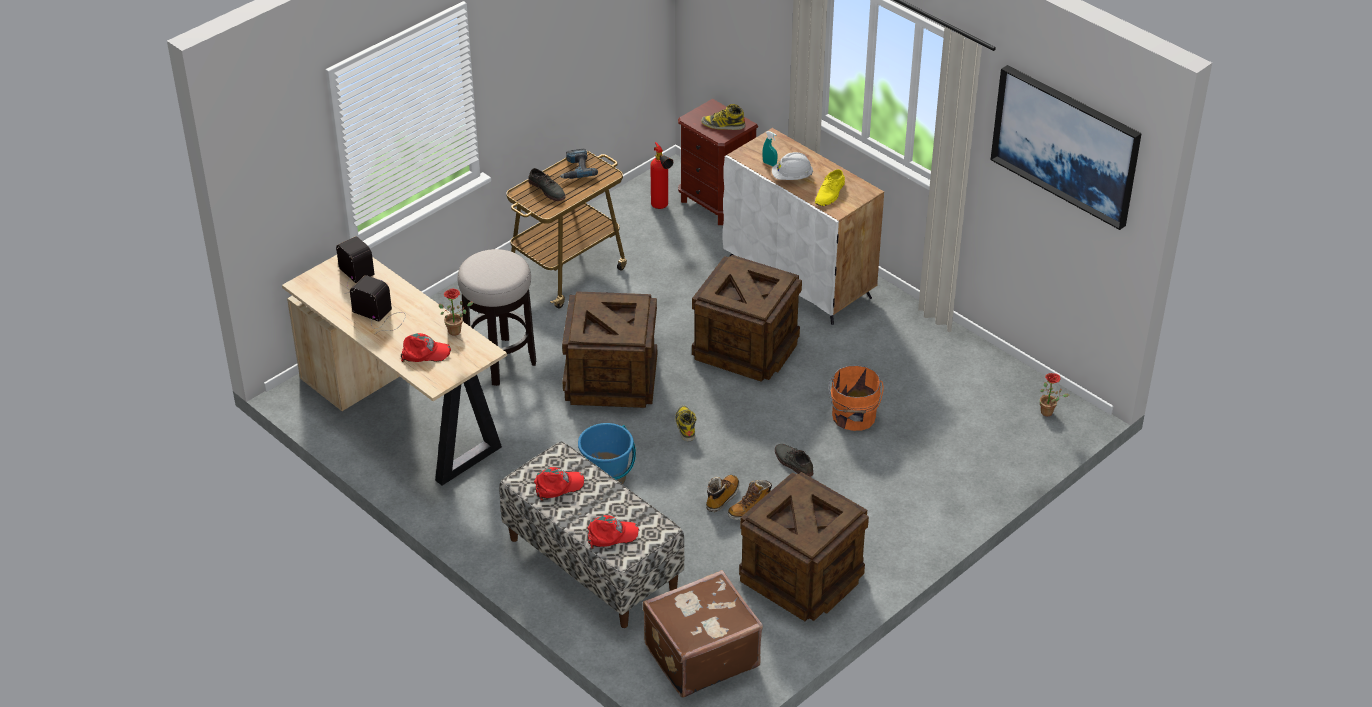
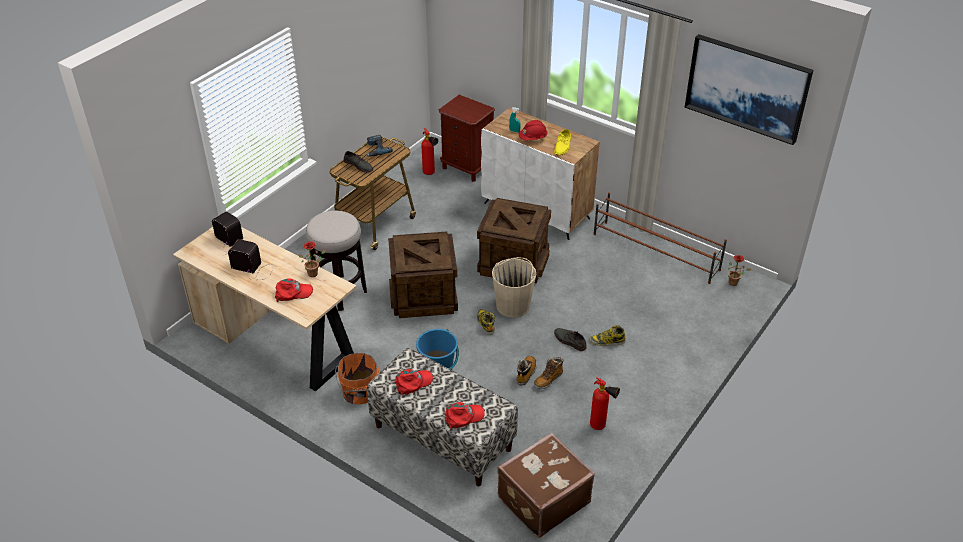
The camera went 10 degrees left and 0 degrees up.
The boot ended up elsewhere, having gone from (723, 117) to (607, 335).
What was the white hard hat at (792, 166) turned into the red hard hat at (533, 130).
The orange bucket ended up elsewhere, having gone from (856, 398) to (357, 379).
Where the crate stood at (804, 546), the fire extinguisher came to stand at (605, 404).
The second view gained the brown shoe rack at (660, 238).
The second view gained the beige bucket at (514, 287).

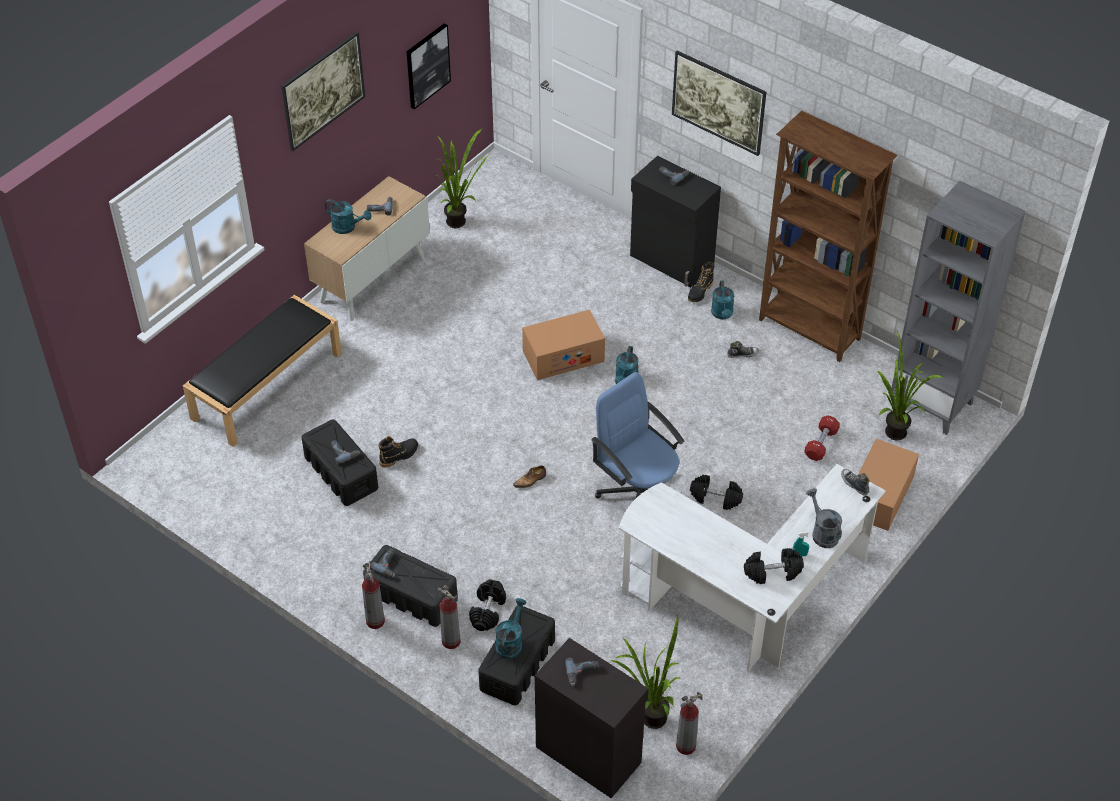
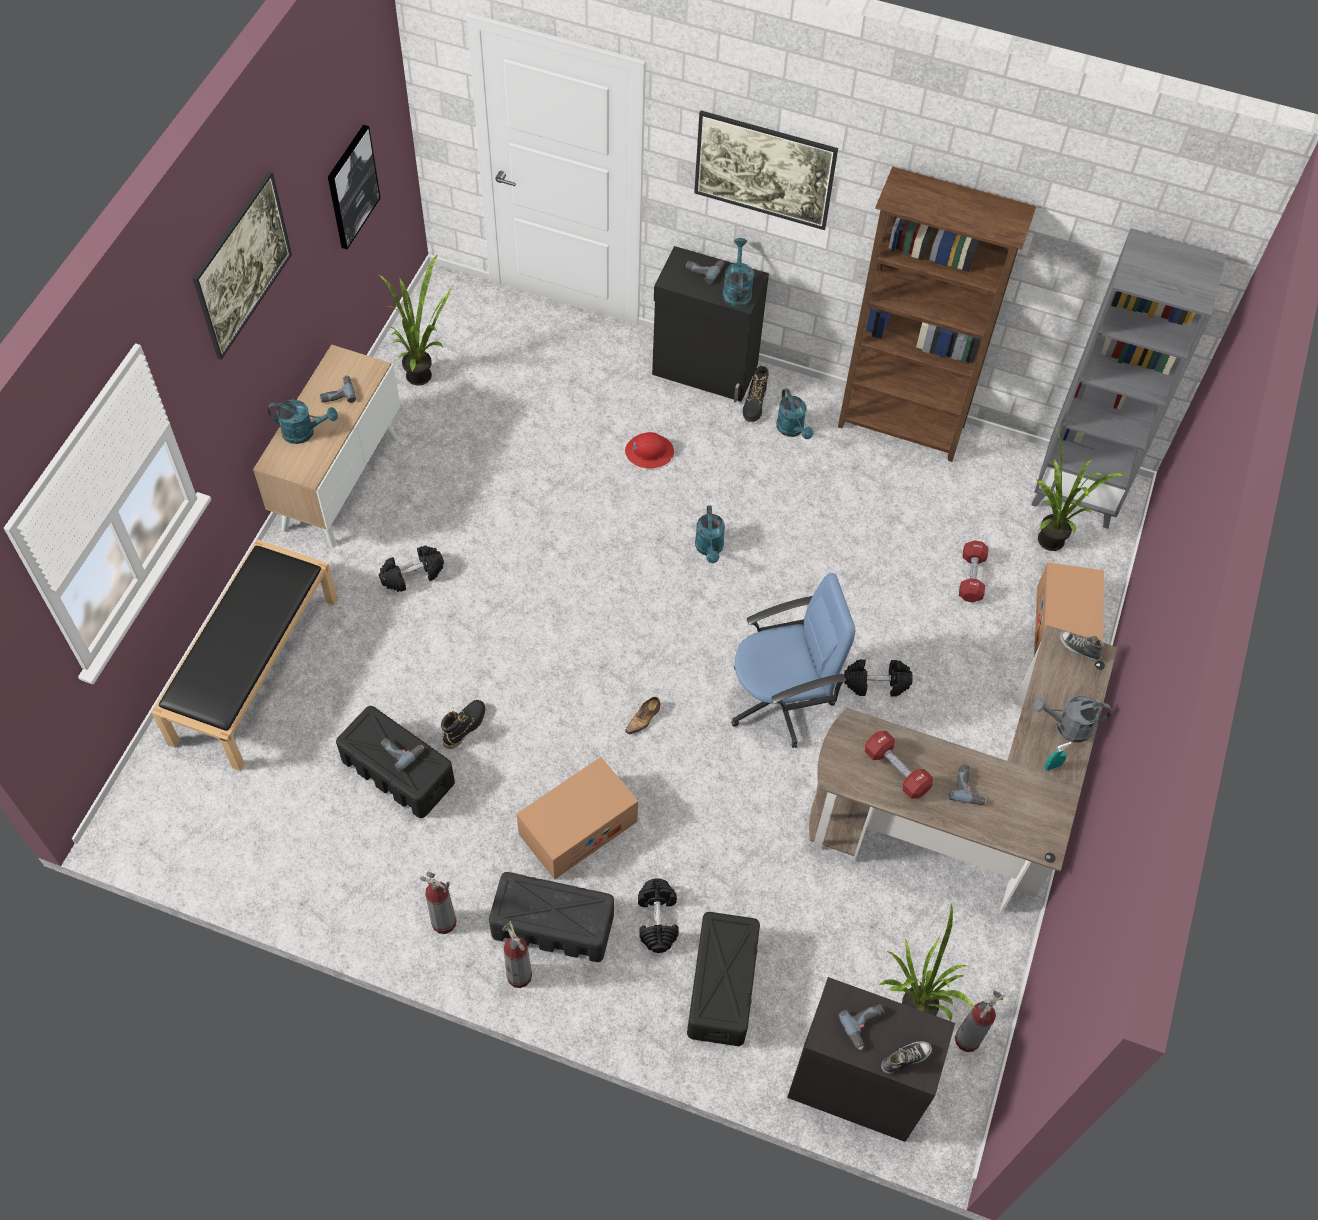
The camera went 20 degrees left and 10 degrees up.
The cardboard box ended up elsewhere, having gone from (563, 345) to (577, 818).
The shoe ended up elsewhere, having gone from (743, 349) to (906, 1057).
The blue office chair at (637, 435) ended up facing another way, 135 degrees clockwise from before.
What was the white desk at (752, 568) turned into the brown desk at (963, 769).
The grey watering can at (824, 518) ended up facing another way, 45 degrees counterclockwise from before.
The black dumbbell ended up elsewhere, having gone from (774, 566) to (411, 569).
The power drill ended up elsewhere, having gone from (383, 563) to (967, 784).
The fire extinguisher ended up elsewhere, having gone from (449, 617) to (438, 903).
The turquoise watering can ended up elsewhere, having gone from (511, 628) to (738, 273).
The second view gained the red hard hat at (649, 450).
The second view gained the red dumbbell at (899, 765).

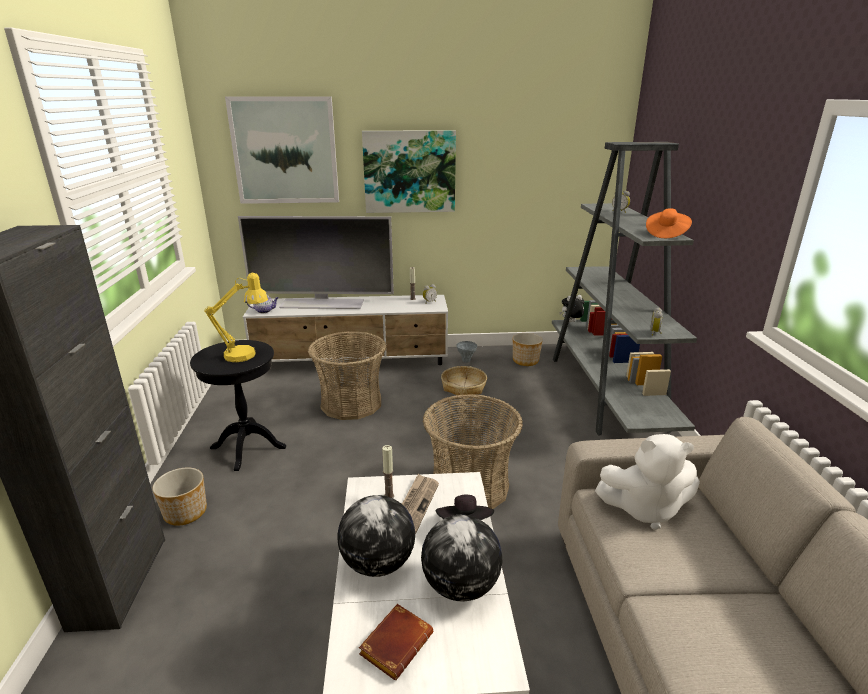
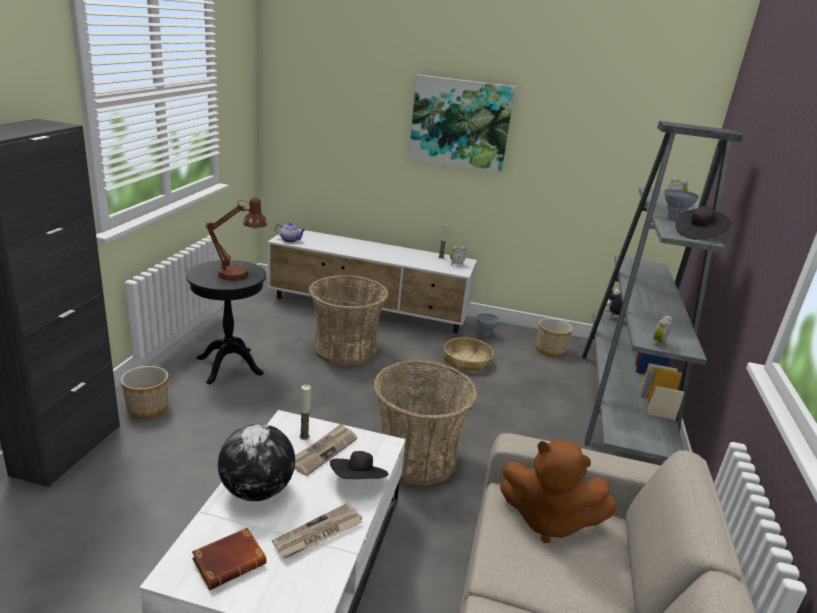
The camera went 15 degrees right and 0 degrees up.
The second view lost the picture at (282, 150).
What was the orange hat at (669, 223) turned into the black hat at (702, 223).
The second view lost the television at (316, 262).
What was the yellow table lamp at (236, 317) turned into the brown table lamp at (236, 239).
What was the white plush toy at (647, 482) turned into the brown plush toy at (558, 491).
Where the globe stood at (461, 558), the newspaper came to stand at (317, 530).
The second view gained the grey vase at (681, 205).

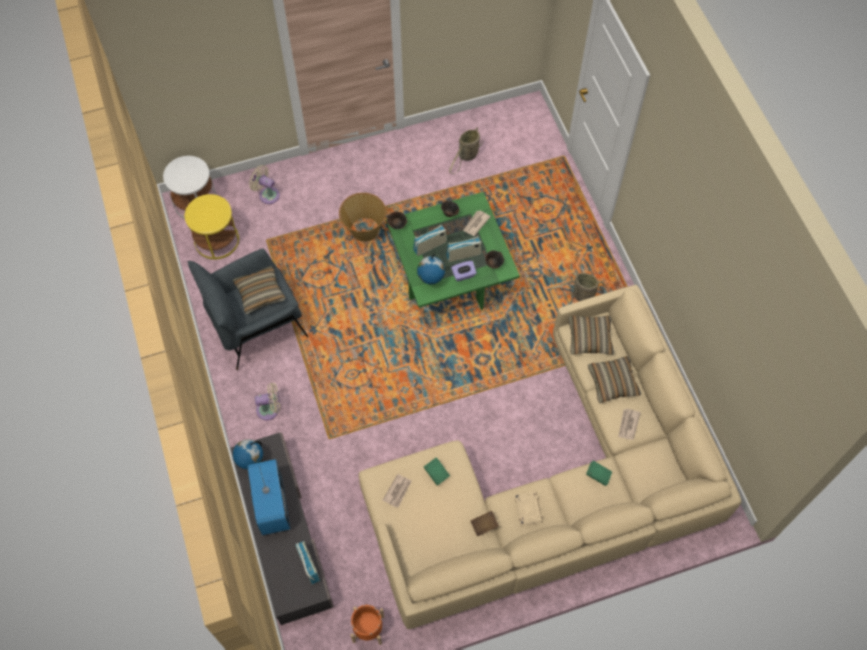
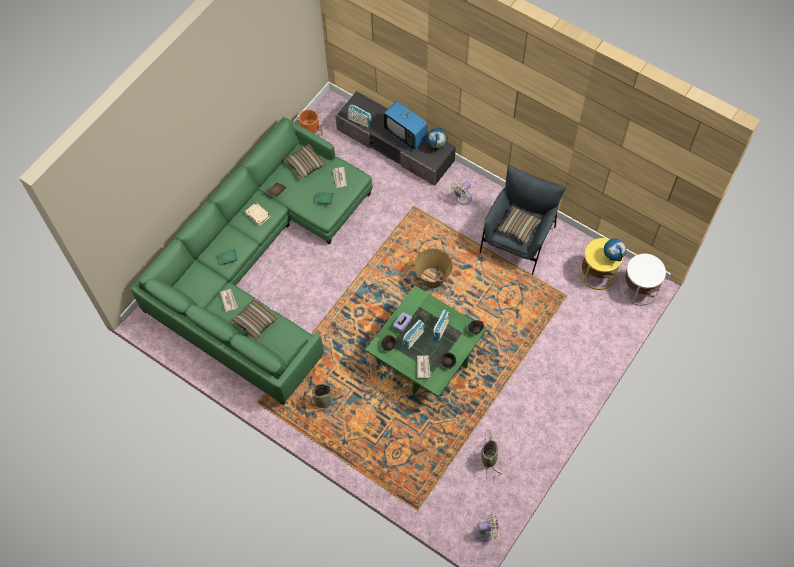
The camera went 145 degrees right and 0 degrees up.
The beige fan ended up elsewhere, having gone from (264, 184) to (486, 527).
The basket ended up elsewhere, having gone from (362, 217) to (433, 268).
The globe ended up elsewhere, having gone from (431, 269) to (615, 250).
What was the beige sofa at (550, 457) turned into the green sofa at (251, 261).
The pillow ended up elsewhere, having gone from (591, 335) to (305, 161).

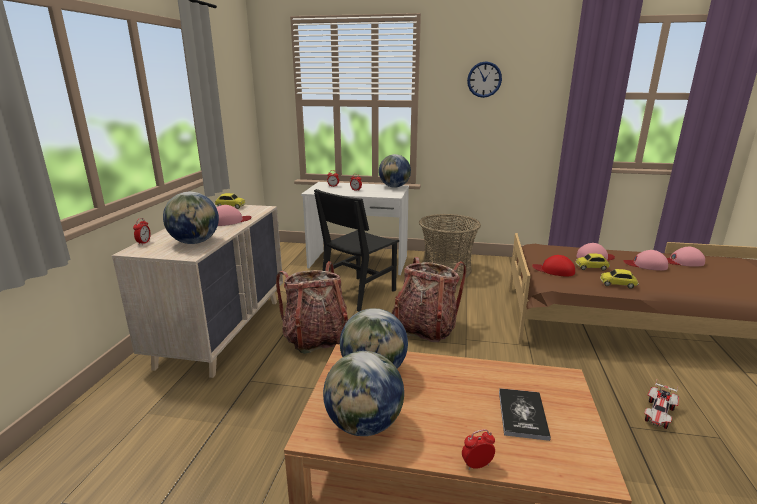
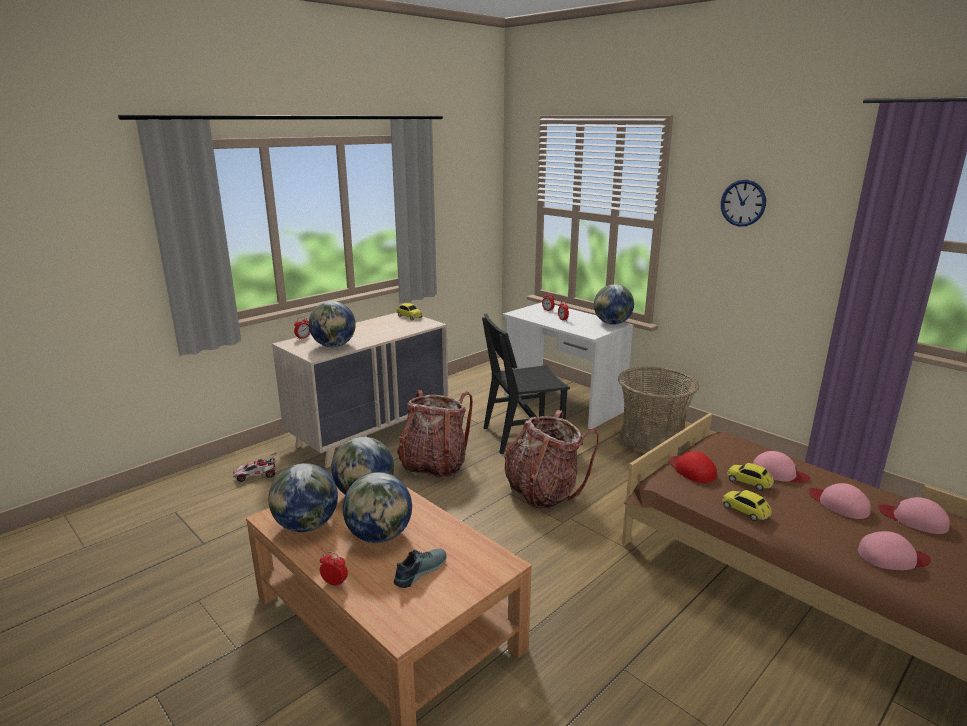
The camera went 35 degrees right and 0 degrees up.
The pink cap ended up elsewhere, having gone from (234, 215) to (894, 550).
The toy car ended up elsewhere, having gone from (661, 404) to (255, 467).
Where the book stood at (525, 414), the shoe came to stand at (420, 568).
The second view gained the globe at (377, 507).

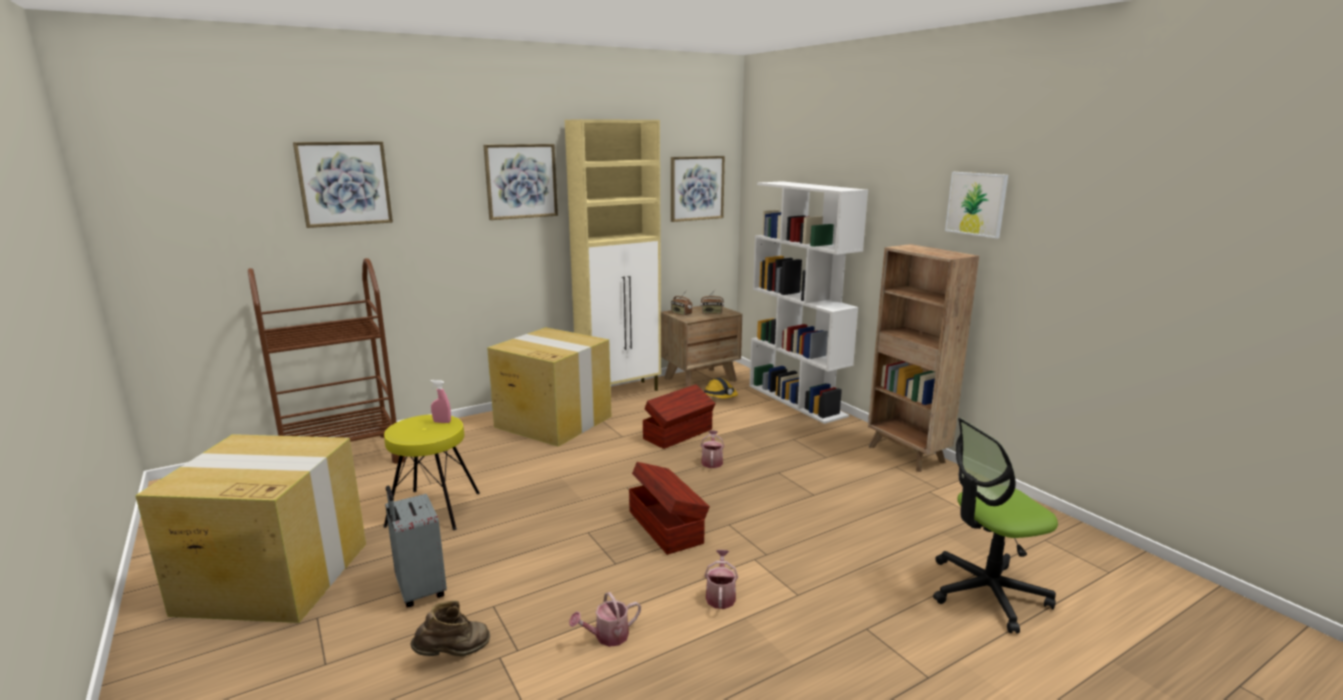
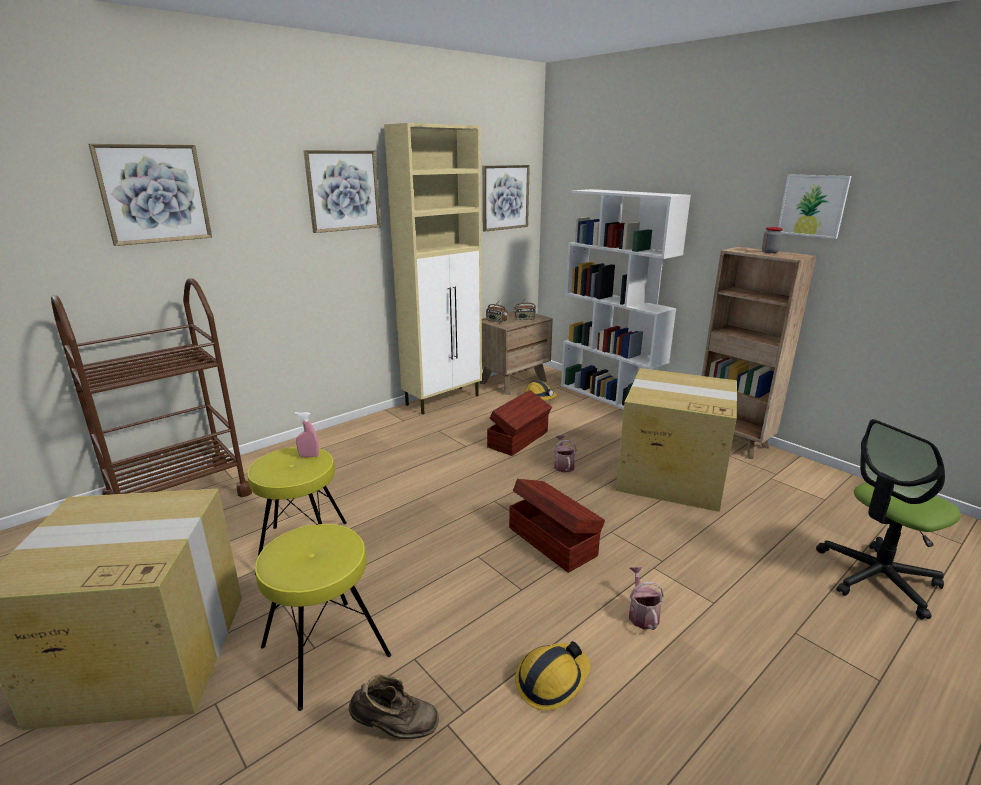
The camera went 10 degrees left and 5 degrees up.
The cardboard box ended up elsewhere, having gone from (549, 387) to (676, 440).
Where the grey suitcase stood at (416, 547), the yellow stool came to stand at (323, 617).
Where the watering can stood at (605, 619), the hard hat came to stand at (552, 676).
The brown boot at (450, 628) ended up facing another way, 45 degrees clockwise from before.
The second view gained the jar at (772, 240).

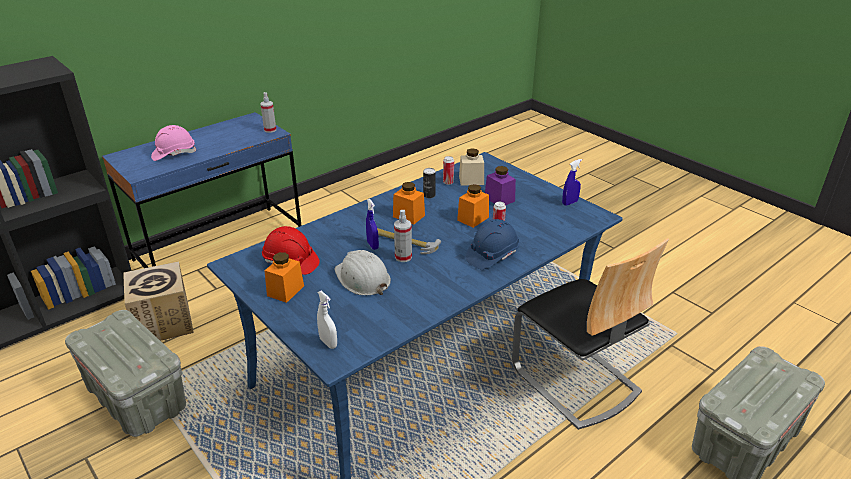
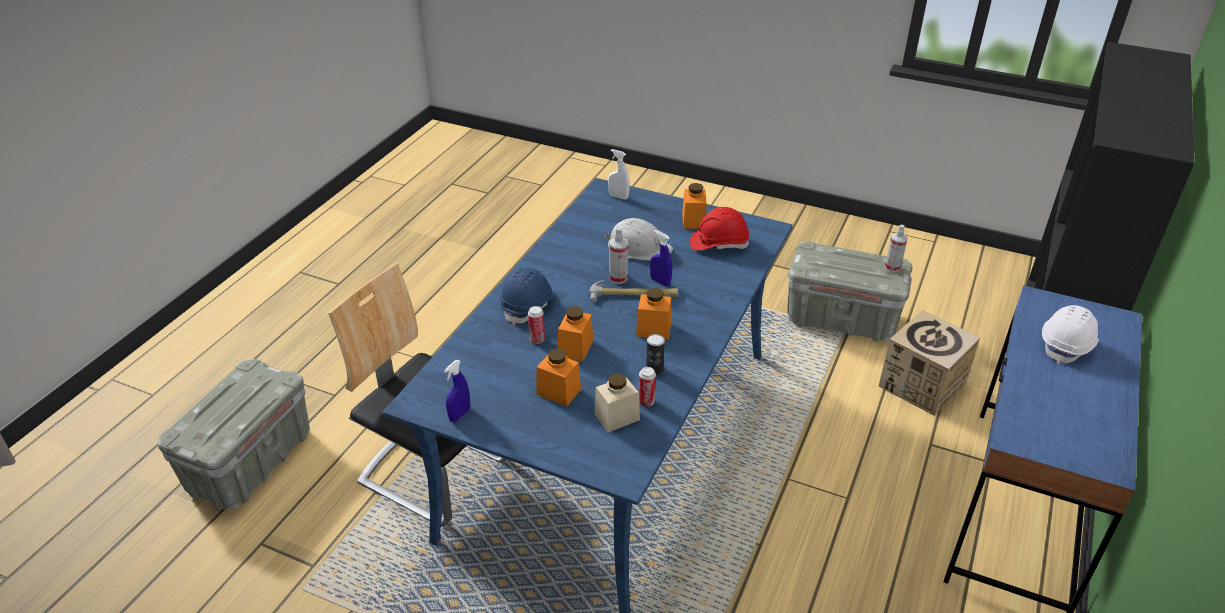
The camera went 155 degrees right and 5 degrees up.
The spray bottle ended up elsewhere, having gone from (268, 112) to (896, 248).
What was the pink hard hat at (173, 143) turned into the white hard hat at (1070, 334).
What was the purple jar at (500, 185) turned into the orange jar at (559, 377).

